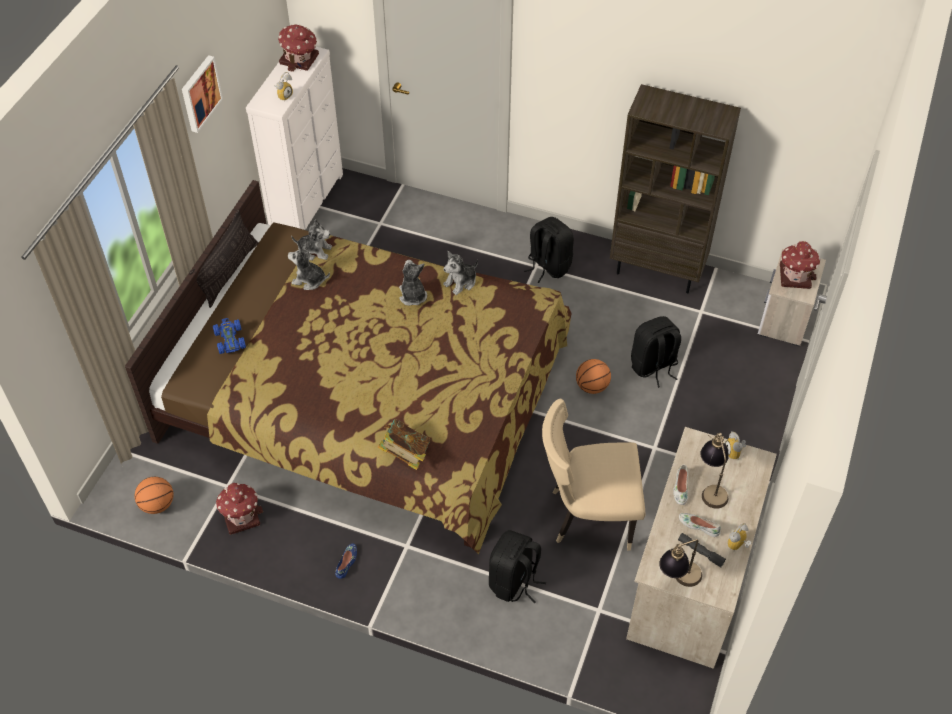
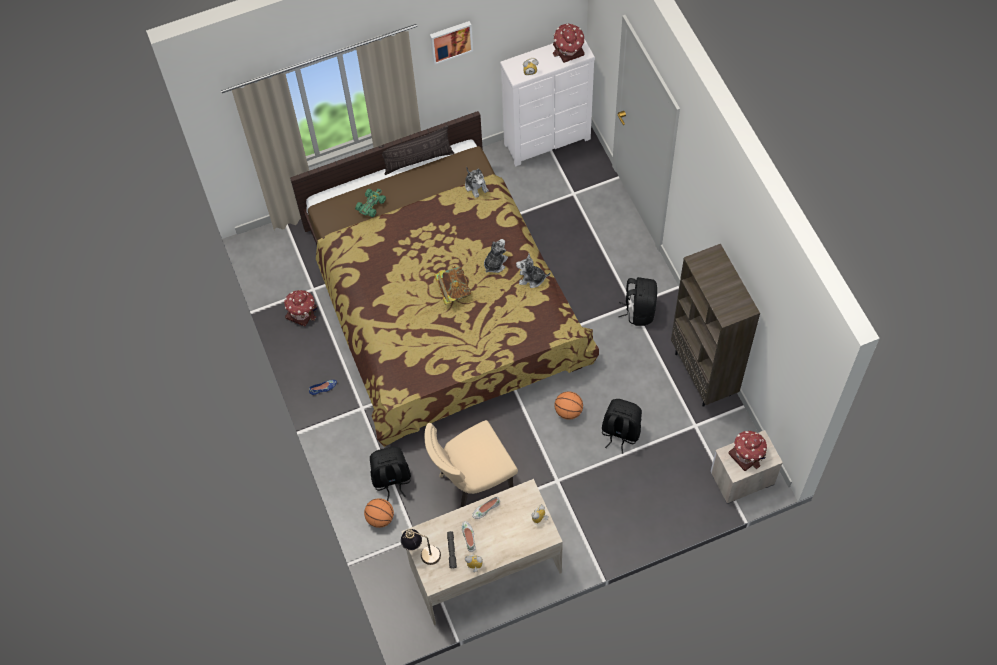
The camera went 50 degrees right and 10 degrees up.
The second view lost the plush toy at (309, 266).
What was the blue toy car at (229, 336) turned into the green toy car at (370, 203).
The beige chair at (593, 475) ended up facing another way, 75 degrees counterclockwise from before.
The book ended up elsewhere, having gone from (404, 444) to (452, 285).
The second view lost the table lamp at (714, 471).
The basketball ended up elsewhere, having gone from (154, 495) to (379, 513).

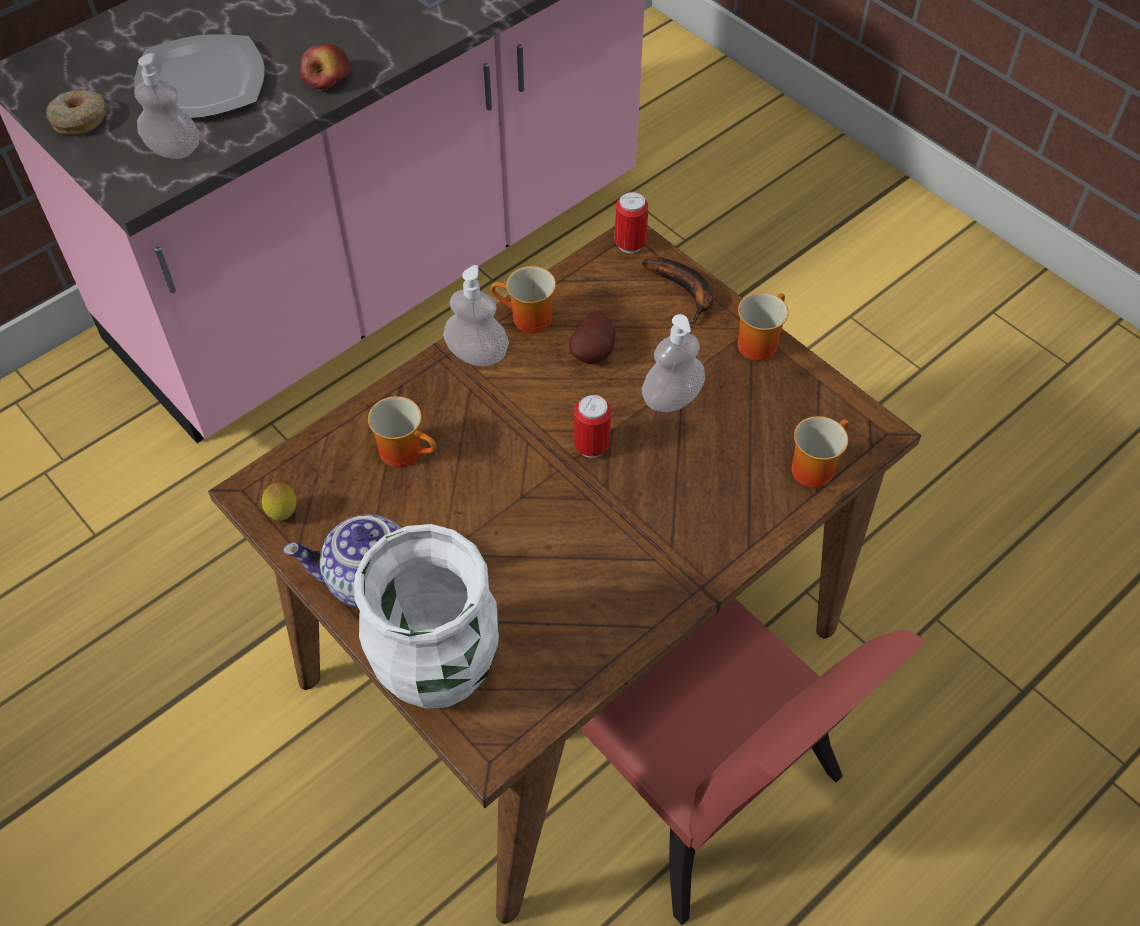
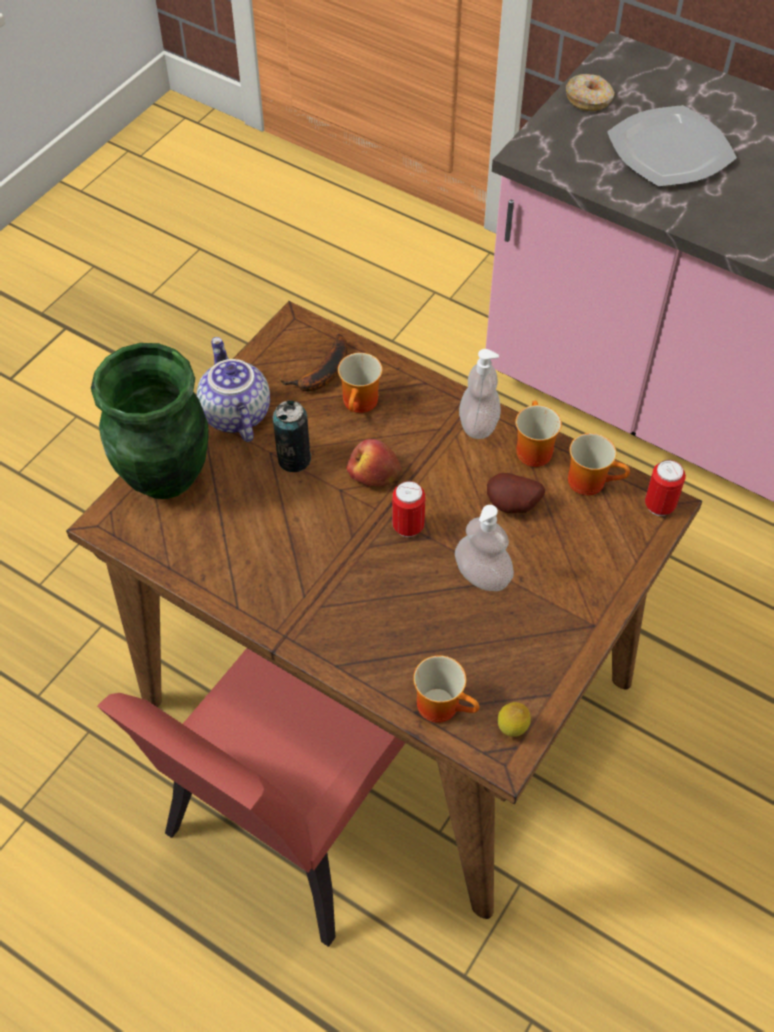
The camera went 75 degrees right and 0 degrees up.
The apple ended up elsewhere, having gone from (325, 67) to (374, 463).
The second view lost the soap dispenser at (166, 106).
The banana ended up elsewhere, having gone from (677, 290) to (313, 362).
The mug ended up elsewhere, having gone from (763, 326) to (599, 464).
The lemon ended up elsewhere, having gone from (279, 502) to (514, 719).
What was the white vase at (427, 616) turned into the green vase at (150, 421).
The second view gained the can at (292, 436).

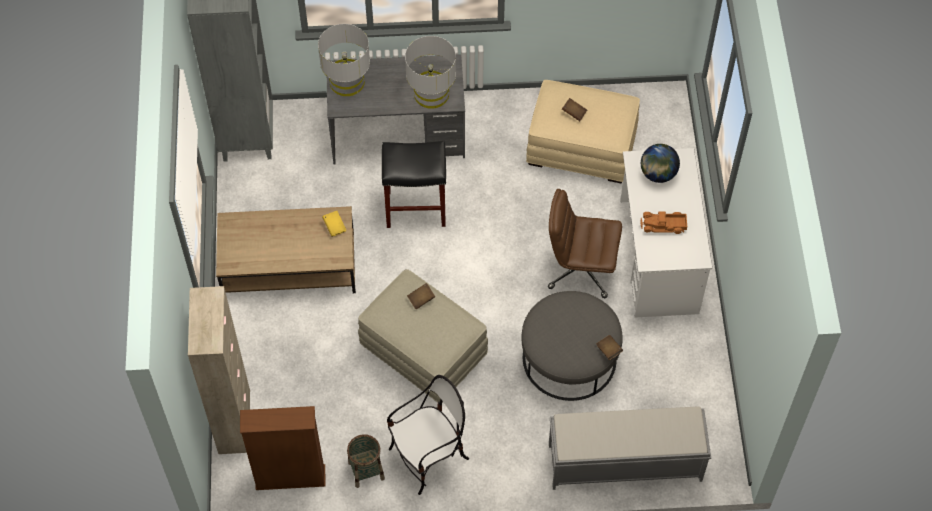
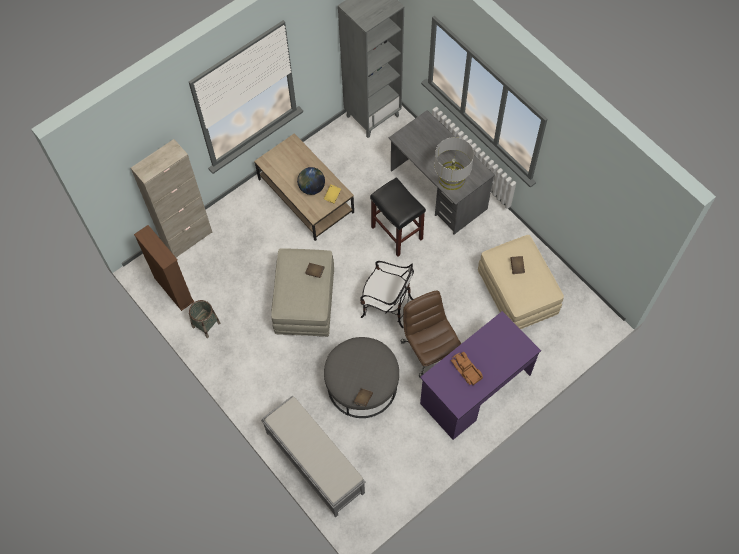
The camera went 55 degrees right and 5 degrees up.
The second view lost the grey table lamp at (344, 60).
The globe ended up elsewhere, having gone from (660, 163) to (311, 181).
What was the white desk at (666, 232) turned into the purple desk at (480, 375).
The chair ended up elsewhere, having gone from (428, 435) to (387, 294).

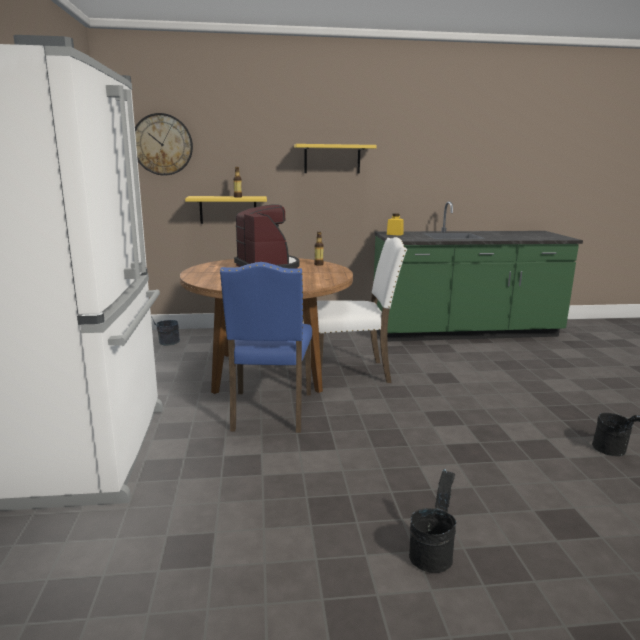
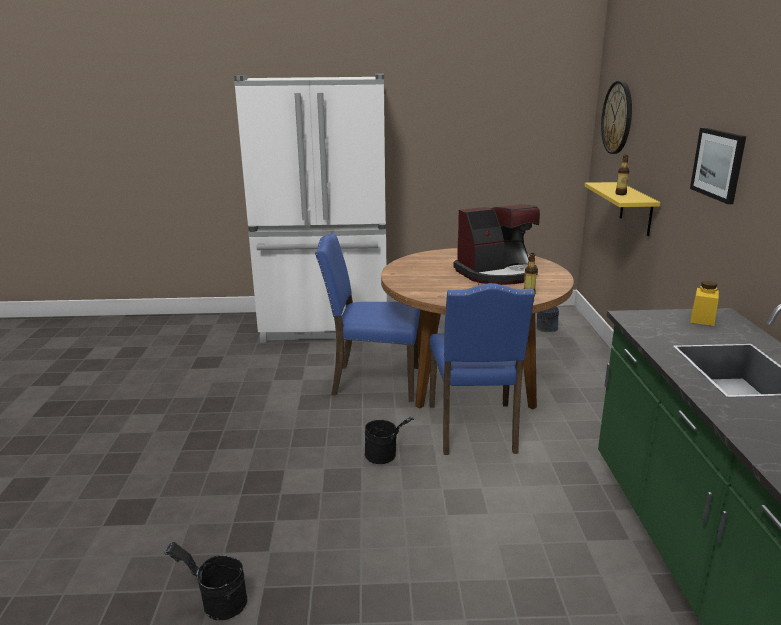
The camera went 95 degrees right and 5 degrees up.
Where the yellow shelf hung at (335, 159), the picture came to hang at (718, 166).
What was the white chair at (362, 310) turned into the blue chair at (482, 369).
The black bucket ended up elsewhere, having gone from (432, 521) to (389, 440).

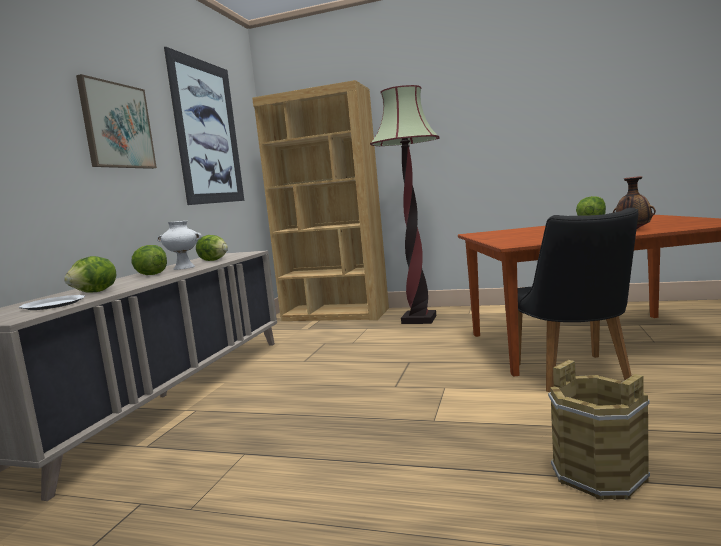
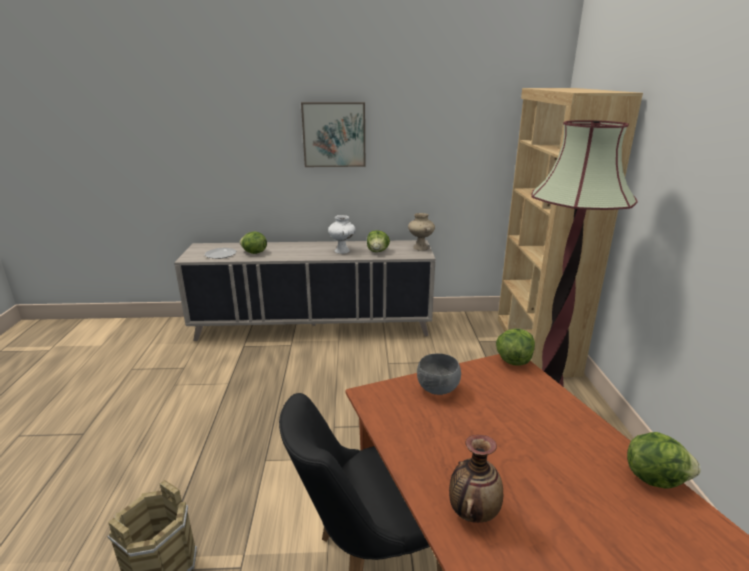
The camera went 70 degrees right and 15 degrees up.
The second view lost the picture at (204, 126).
The lettuce ended up elsewhere, having gone from (149, 260) to (515, 347).
The second view gained the beige vase at (421, 232).
The second view gained the grey bowl at (439, 374).

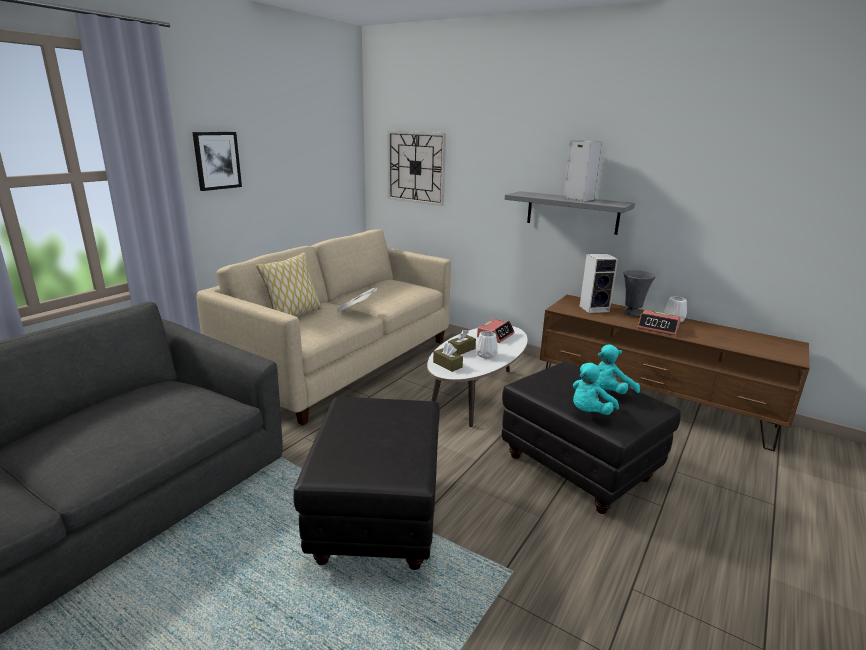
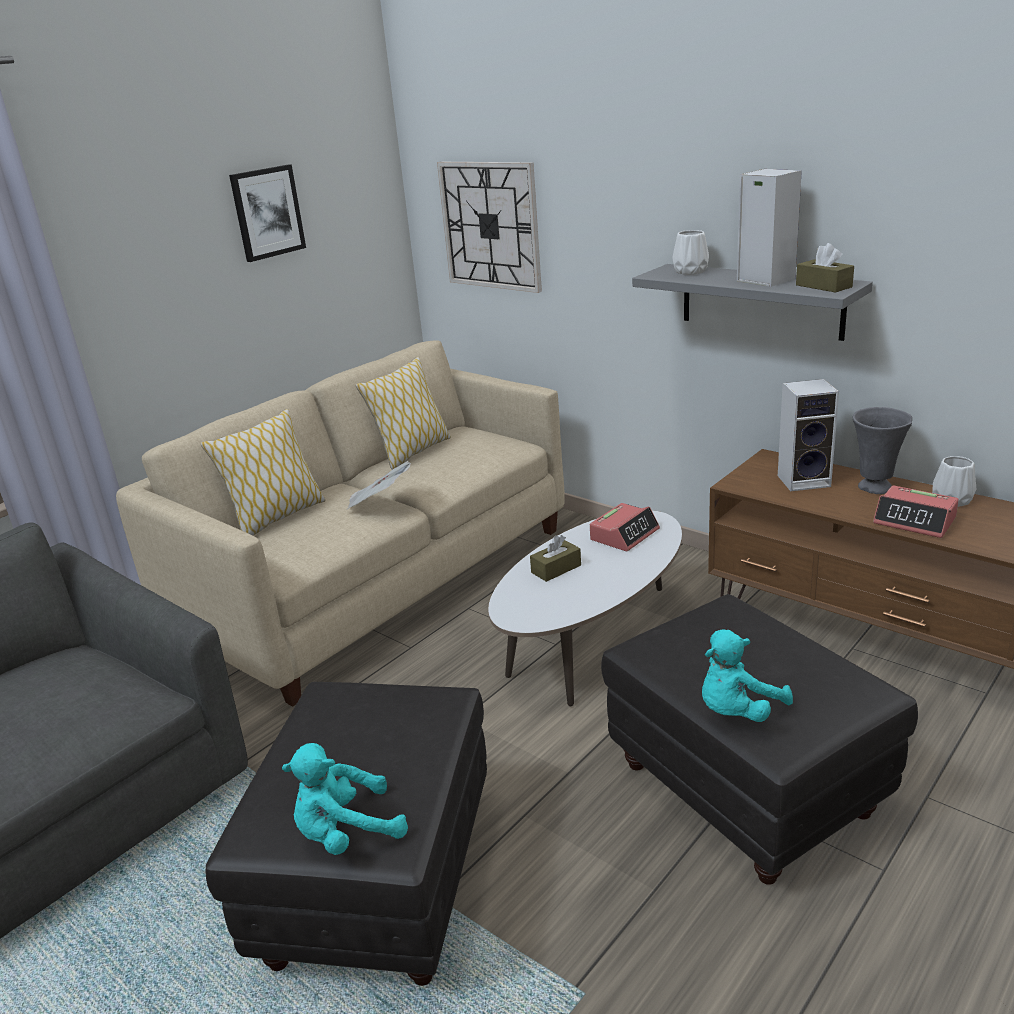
The camera went 10 degrees right and 5 degrees up.
The picture ended up elsewhere, having gone from (217, 161) to (267, 213).
The white vase ended up elsewhere, having gone from (487, 345) to (690, 252).
The brown tissue box ended up elsewhere, having gone from (448, 357) to (825, 268).
The turquoise plush toy ended up elsewhere, having gone from (617, 369) to (345, 799).
The second view gained the pillow at (403, 413).

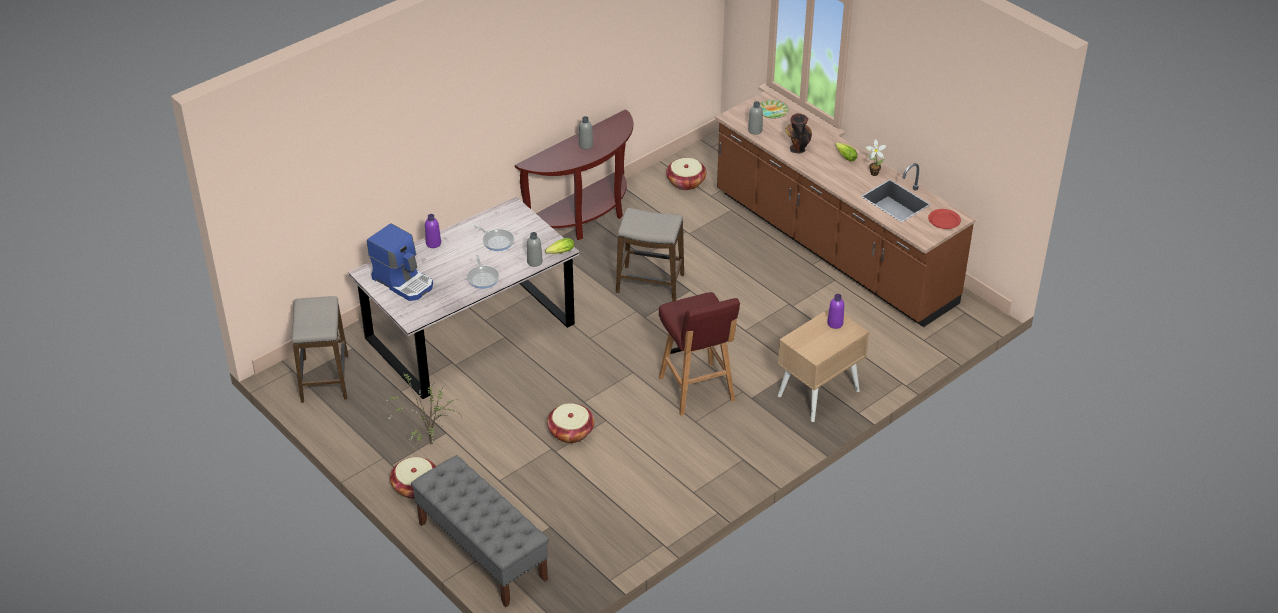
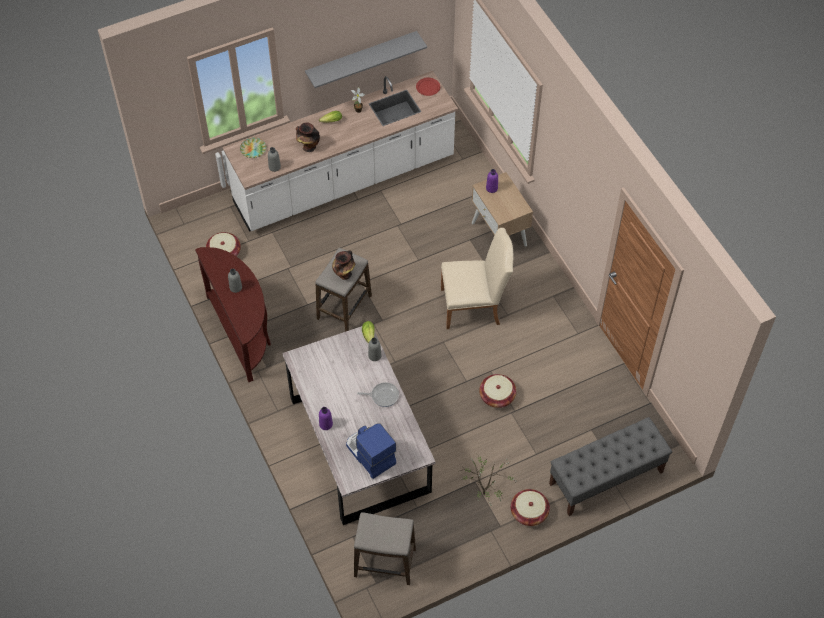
The camera went 75 degrees left and 15 degrees up.
What was the brown counter at (845, 209) turned into the white counter at (340, 151).
The coffee machine at (400, 262) ended up facing another way, 90 degrees counterclockwise from before.
The second view lost the frying pan at (494, 238).
Where the red stool stood at (699, 354), the beige chair came to stand at (477, 278).
The second view gained the grey shelf at (366, 59).
The second view gained the vase at (343, 265).

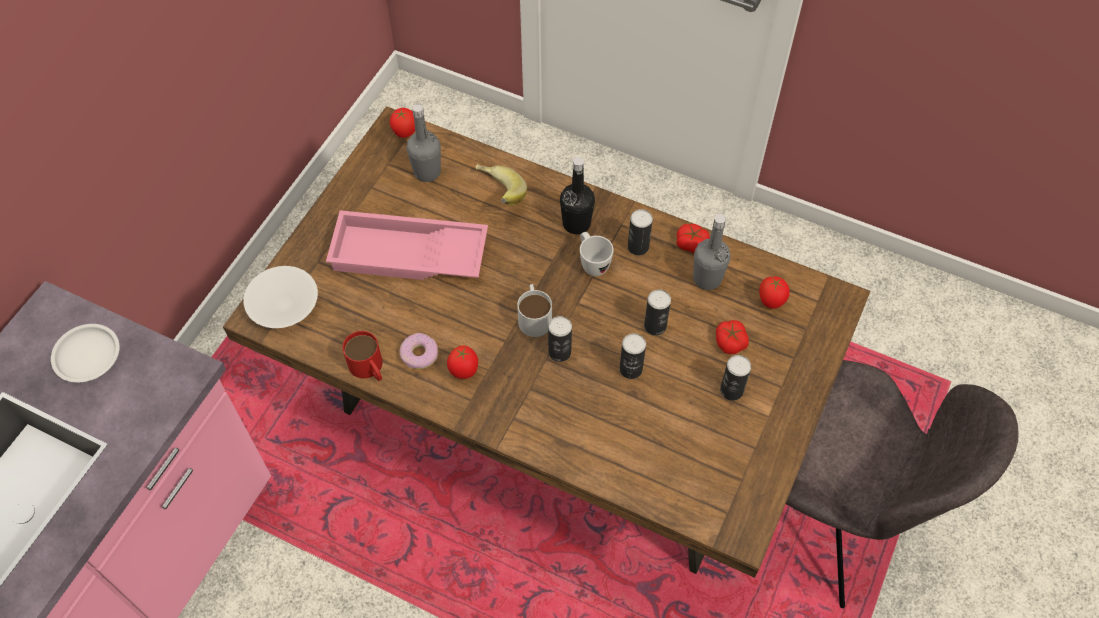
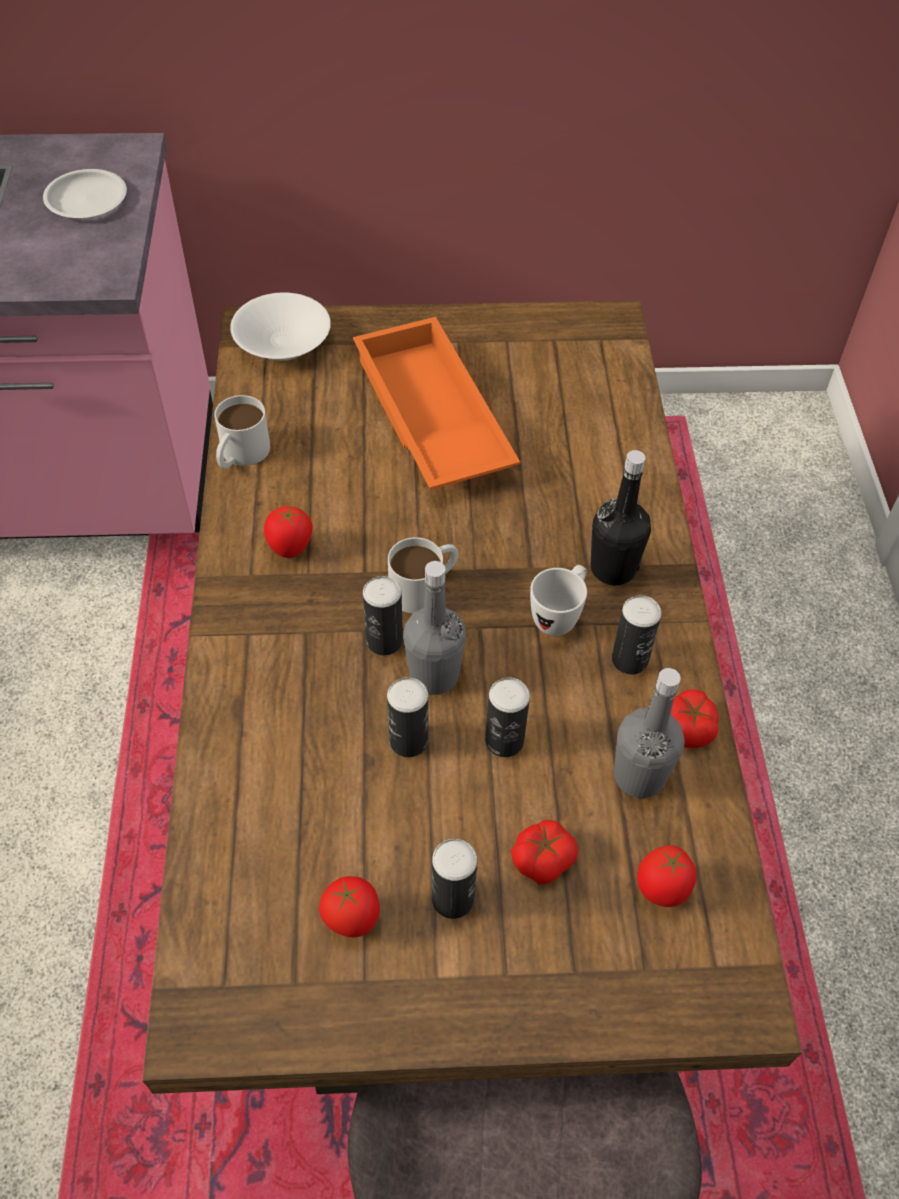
The camera went 60 degrees right and 5 degrees down.
The grey bottle ended up elsewhere, having gone from (424, 143) to (434, 628).
The tomato ended up elsewhere, having gone from (402, 123) to (349, 907).
The second view lost the banana at (501, 184).
What was the pink tray at (407, 245) turned into the orange tray at (436, 403).
What was the red mug at (362, 356) turned into the white mug at (242, 432).
The second view lost the donut at (419, 351).

